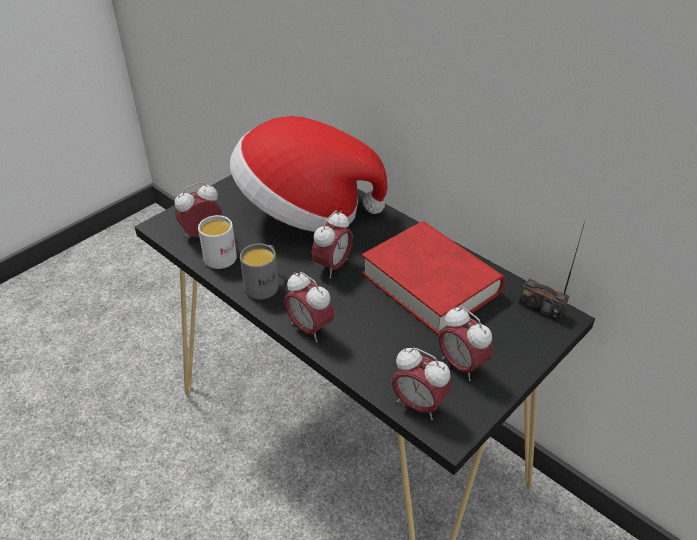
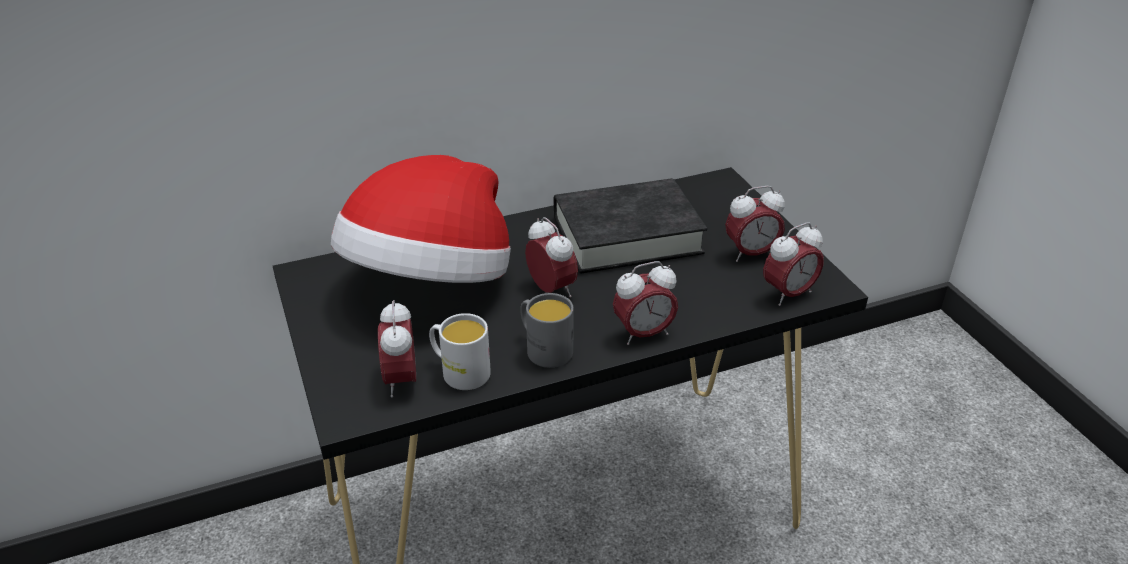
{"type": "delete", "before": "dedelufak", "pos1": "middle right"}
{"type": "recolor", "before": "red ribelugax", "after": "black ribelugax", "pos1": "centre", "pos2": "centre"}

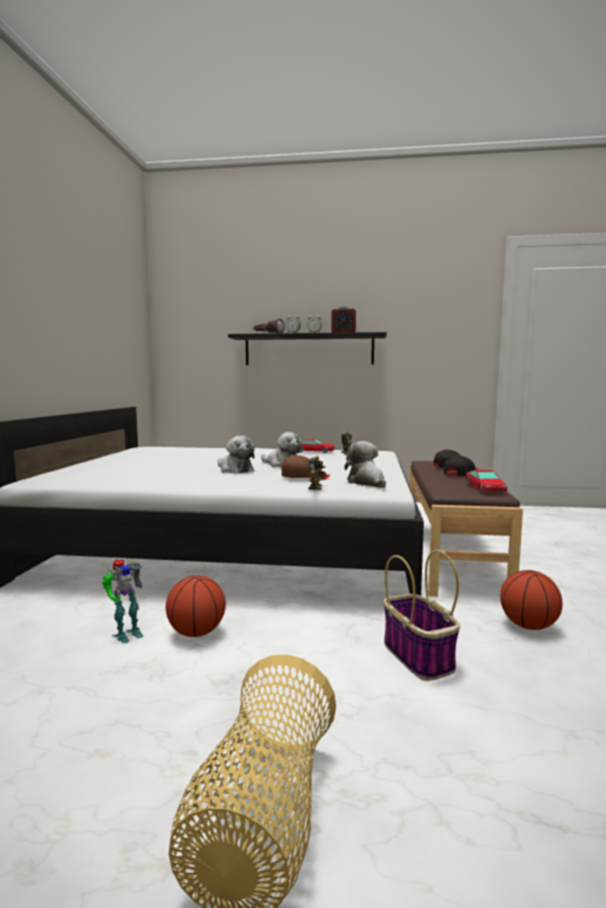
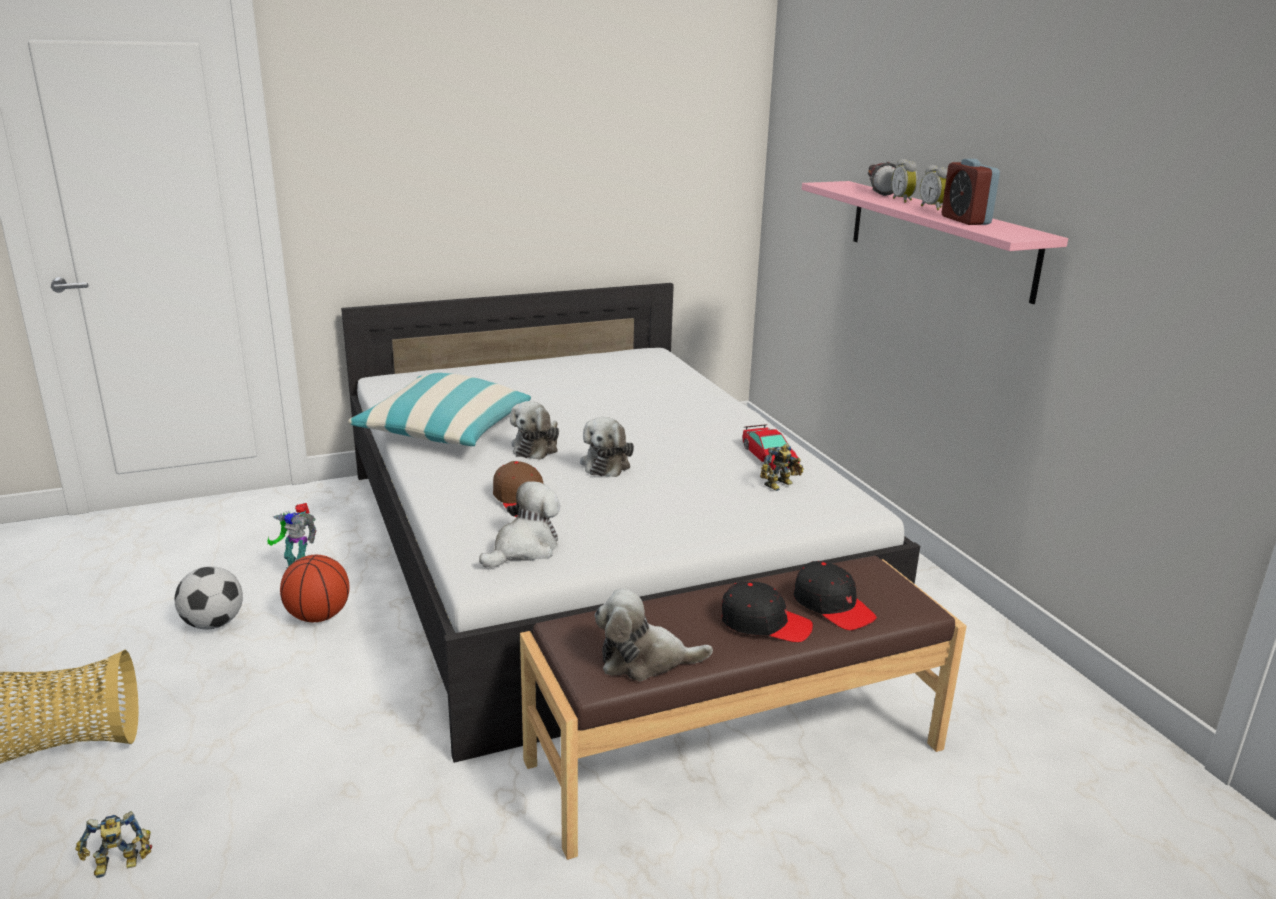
{"type": "delete", "before": "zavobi (2nd from left)", "pos1": "bottom right"}
{"type": "delete", "before": "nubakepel (2nd from left)", "pos1": "middle right"}
{"type": "insert", "after": "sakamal", "pos2": "middle left"}
{"type": "insert", "after": "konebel", "pos2": "centre"}
{"type": "move", "before": "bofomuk (2nd from left in the first image)", "after": "bofomuk (1st from left)", "pos1": "centre", "pos2": "bottom left"}
{"type": "replace", "before": "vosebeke (2nd from left)", "after": "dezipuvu (4th from left)", "pos1": "middle right", "pos2": "bottom centre"}
{"type": "recolor", "before": "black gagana", "after": "pink gagana", "pos1": "centre", "pos2": "top right"}

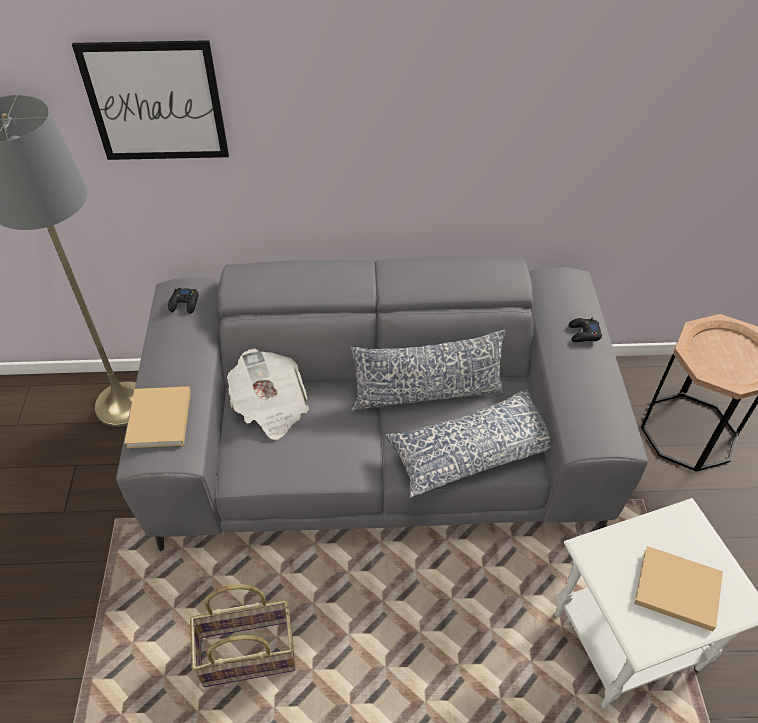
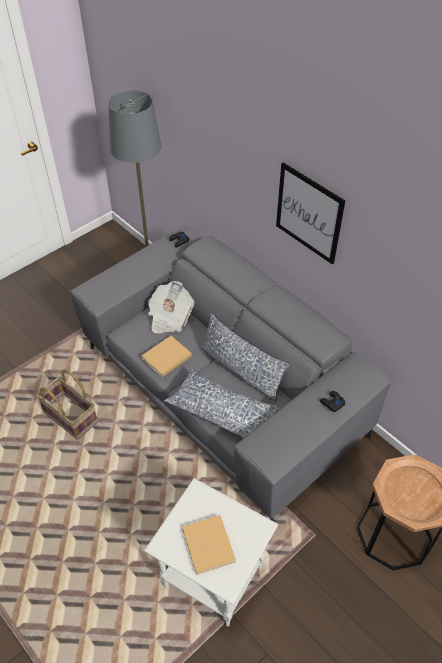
{"type": "move", "before": "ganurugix", "pos1": "top left", "pos2": "top right"}
{"type": "move", "before": "beige ribelugax (1st from left)", "pos1": "middle left", "pos2": "centre"}

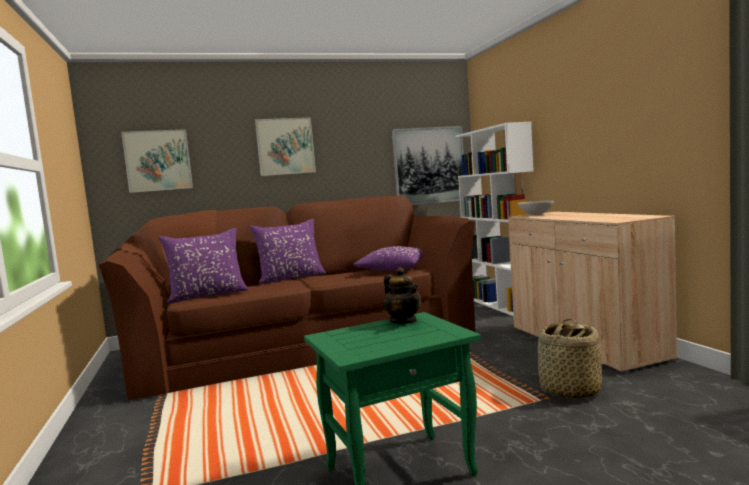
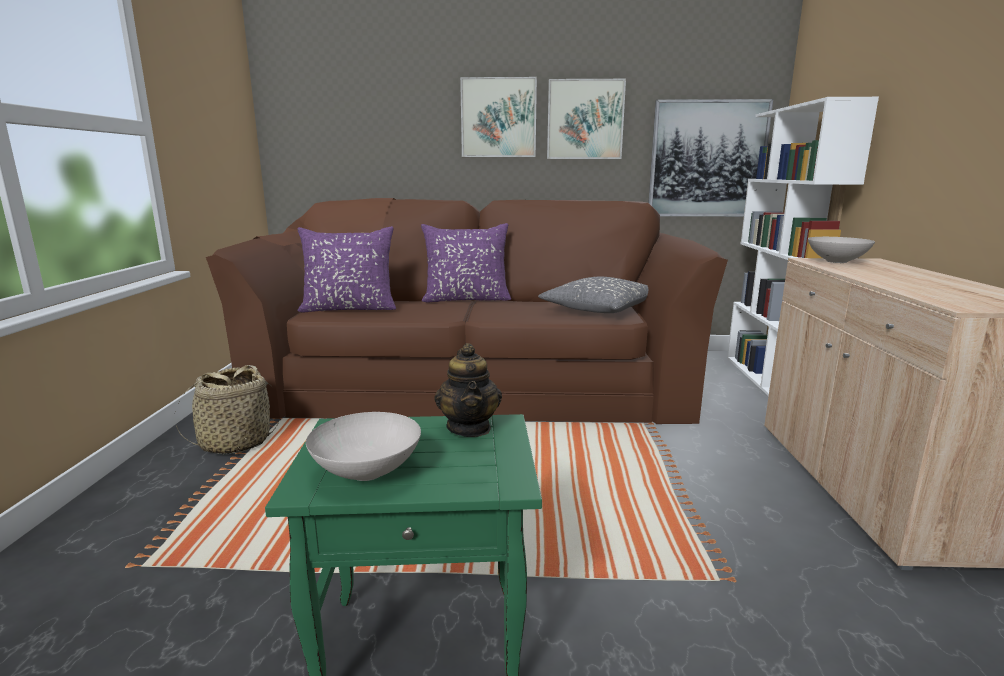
{"type": "insert", "after": "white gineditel (1st from left)", "pos2": "centre"}
{"type": "move", "before": "ganurugix (1st from left in the first image)", "after": "ganurugix (2nd from left)", "pos1": "top left", "pos2": "top centre"}
{"type": "move", "before": "zavobi", "pos1": "bottom right", "pos2": "middle left"}
{"type": "recolor", "before": "purple konebel (3rd from left)", "after": "grey konebel", "pos1": "centre", "pos2": "centre"}

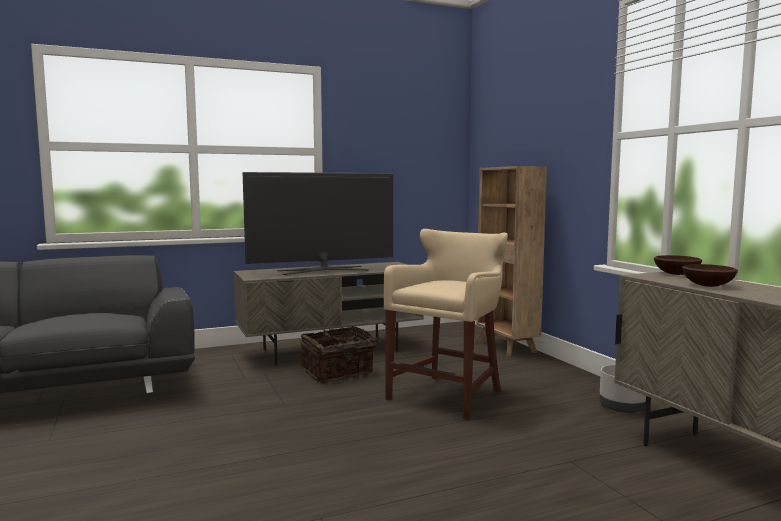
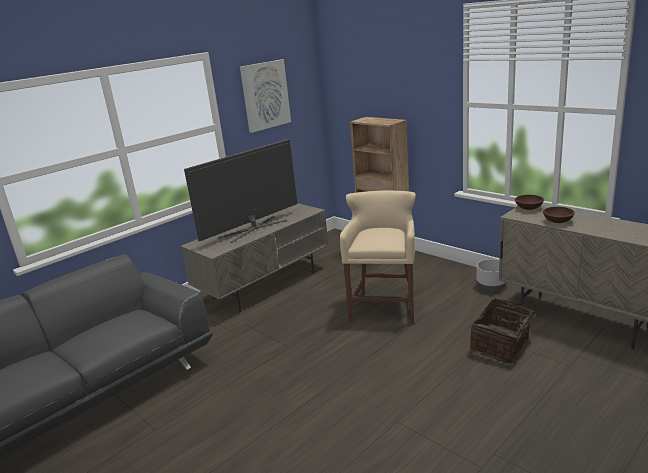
{"type": "insert", "after": "ganurugix", "pos2": "top centre"}
{"type": "move", "before": "zavobi", "pos1": "bottom centre", "pos2": "bottom right"}

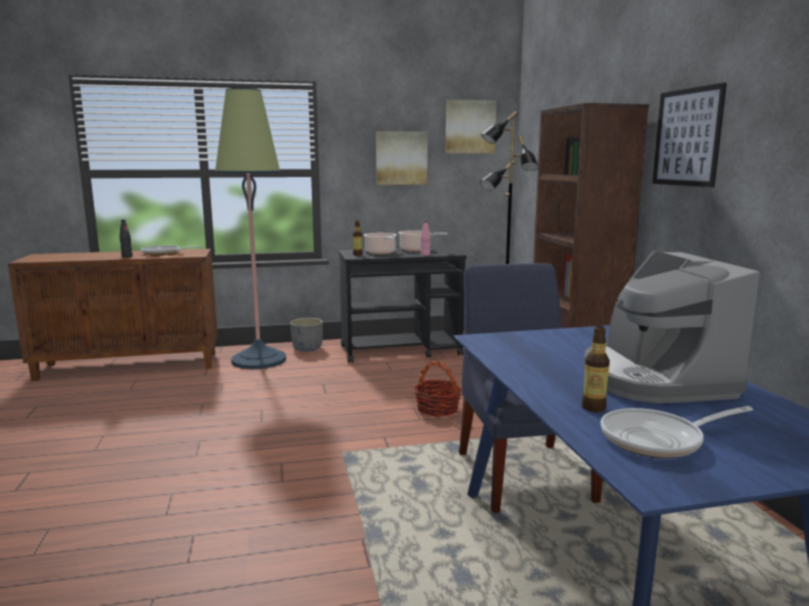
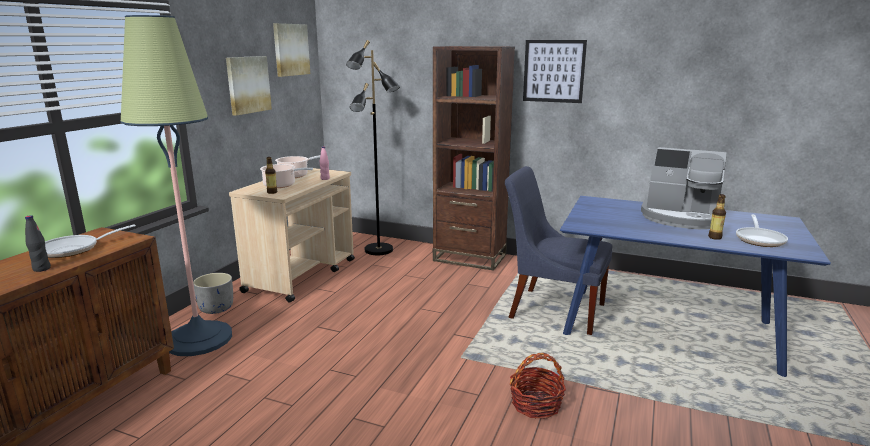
{"type": "move", "before": "zavobi", "pos1": "centre", "pos2": "bottom centre"}
{"type": "recolor", "before": "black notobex", "after": "beige notobex", "pos1": "centre", "pos2": "centre"}

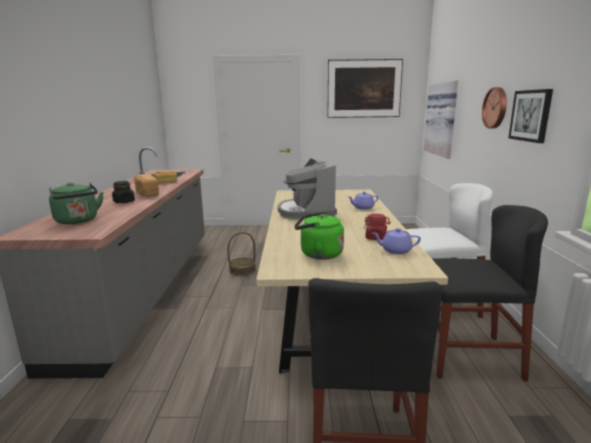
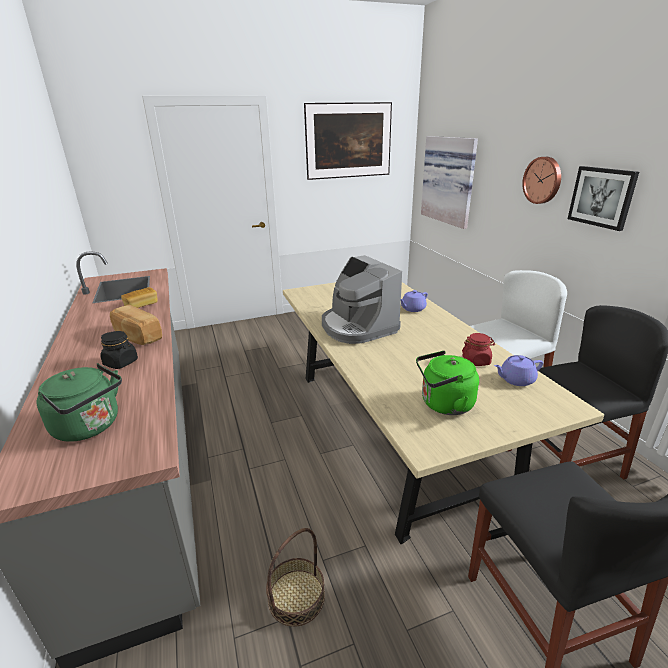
{"type": "move", "before": "zavobi", "pos1": "centre", "pos2": "bottom centre"}

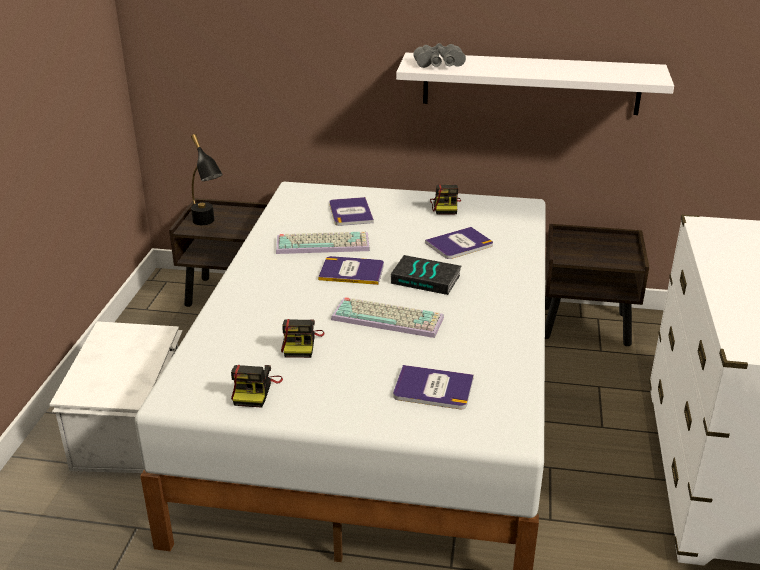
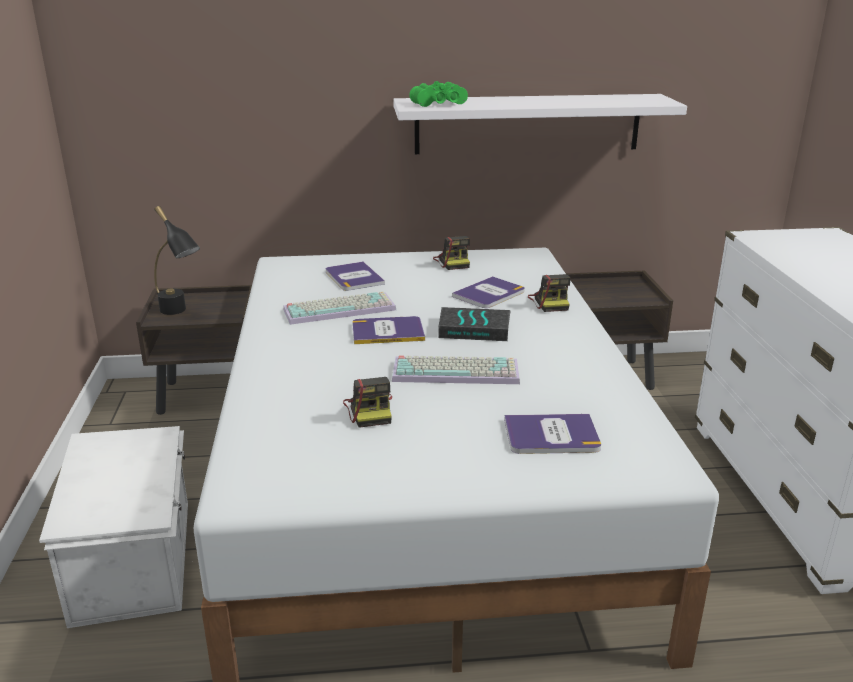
{"type": "move", "before": "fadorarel (1st from left in the first image)", "after": "fadorarel (3rd from left)", "pos1": "bottom centre", "pos2": "centre"}
{"type": "recolor", "before": "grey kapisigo", "after": "green kapisigo", "pos1": "top centre", "pos2": "top centre"}

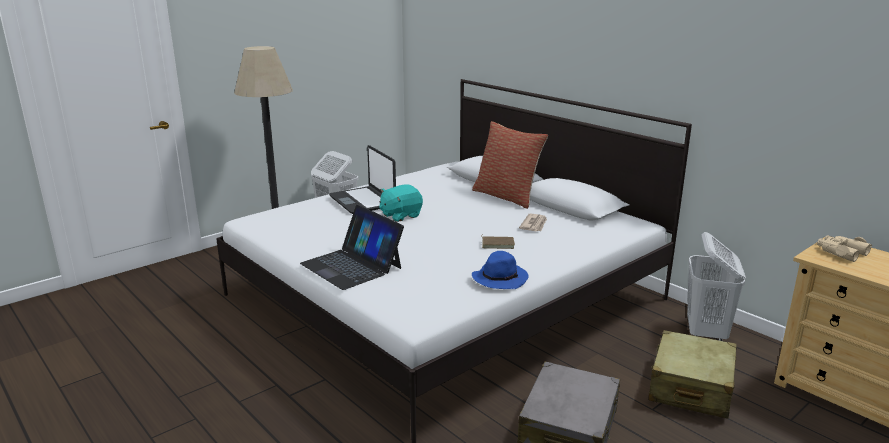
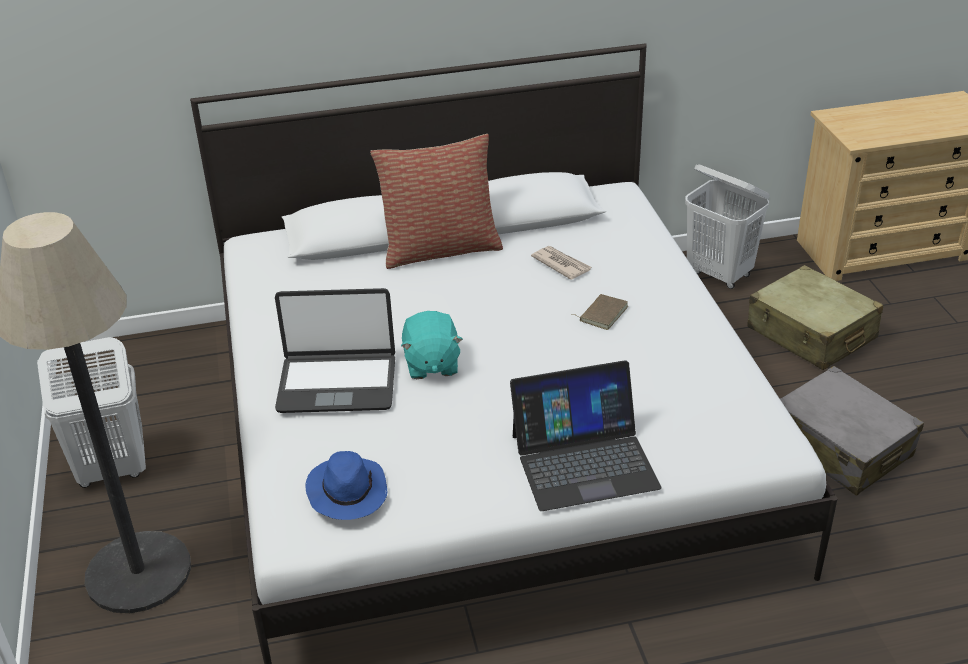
{"type": "delete", "before": "beige kapisigo", "pos1": "middle right"}
{"type": "move", "before": "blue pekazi", "pos1": "centre", "pos2": "bottom centre"}

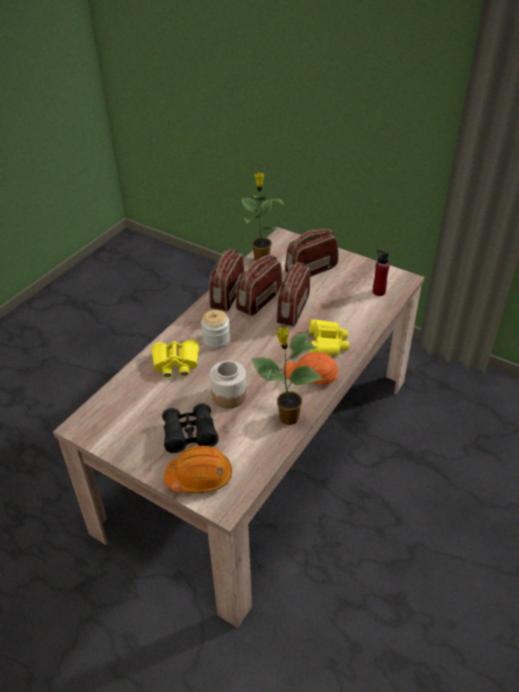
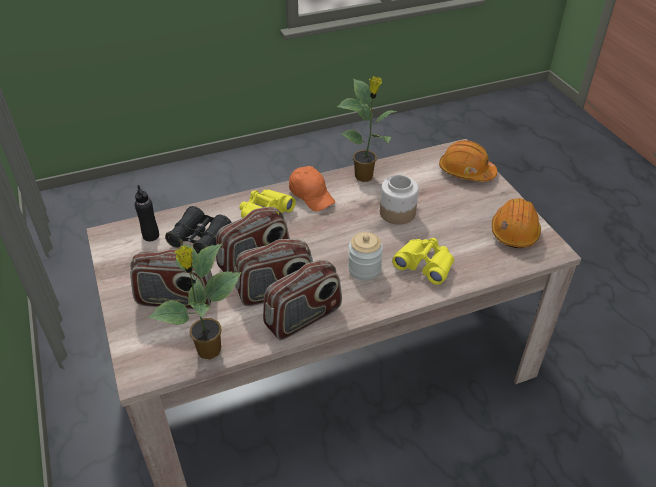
{"type": "insert", "after": "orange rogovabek (2nd from left)", "pos2": "middle right"}
{"type": "move", "before": "black kapisigo", "pos1": "centre", "pos2": "middle left"}
{"type": "recolor", "before": "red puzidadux", "after": "black puzidadux", "pos1": "middle right", "pos2": "middle left"}

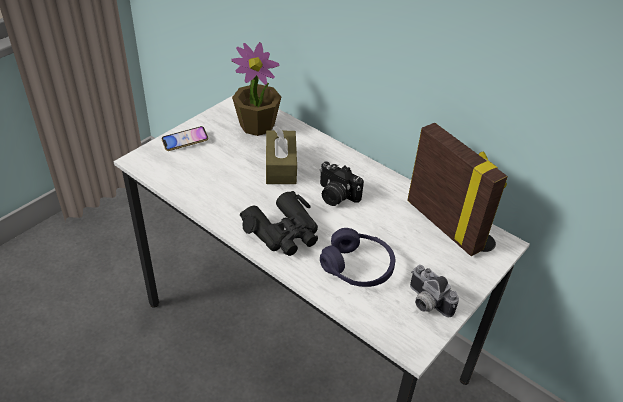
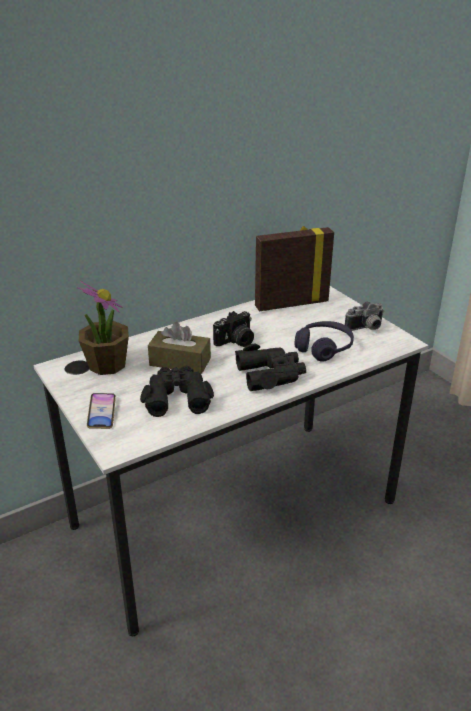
{"type": "insert", "after": "black kapisigo (1st from left)", "pos2": "centre"}

